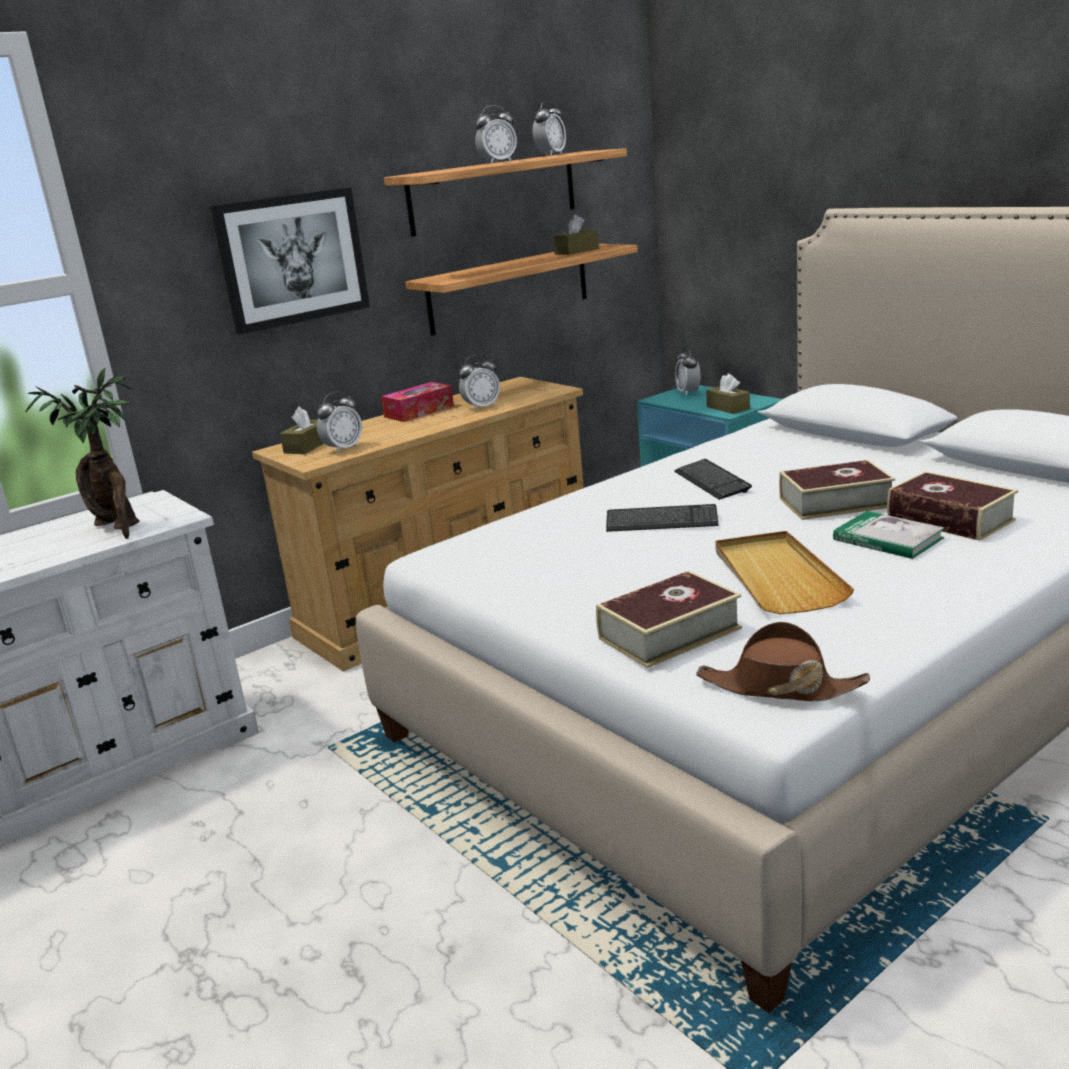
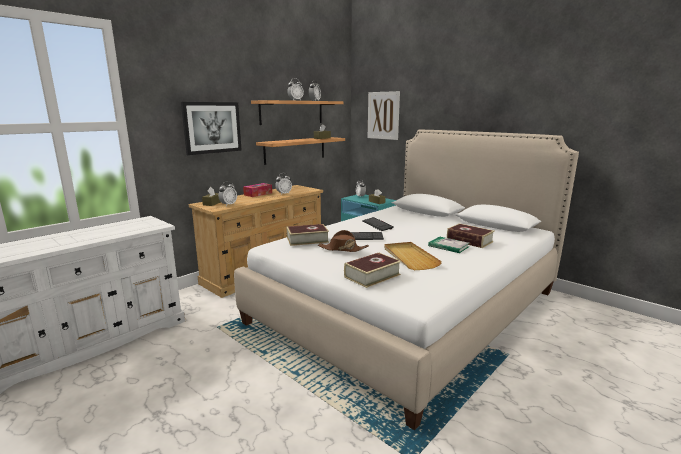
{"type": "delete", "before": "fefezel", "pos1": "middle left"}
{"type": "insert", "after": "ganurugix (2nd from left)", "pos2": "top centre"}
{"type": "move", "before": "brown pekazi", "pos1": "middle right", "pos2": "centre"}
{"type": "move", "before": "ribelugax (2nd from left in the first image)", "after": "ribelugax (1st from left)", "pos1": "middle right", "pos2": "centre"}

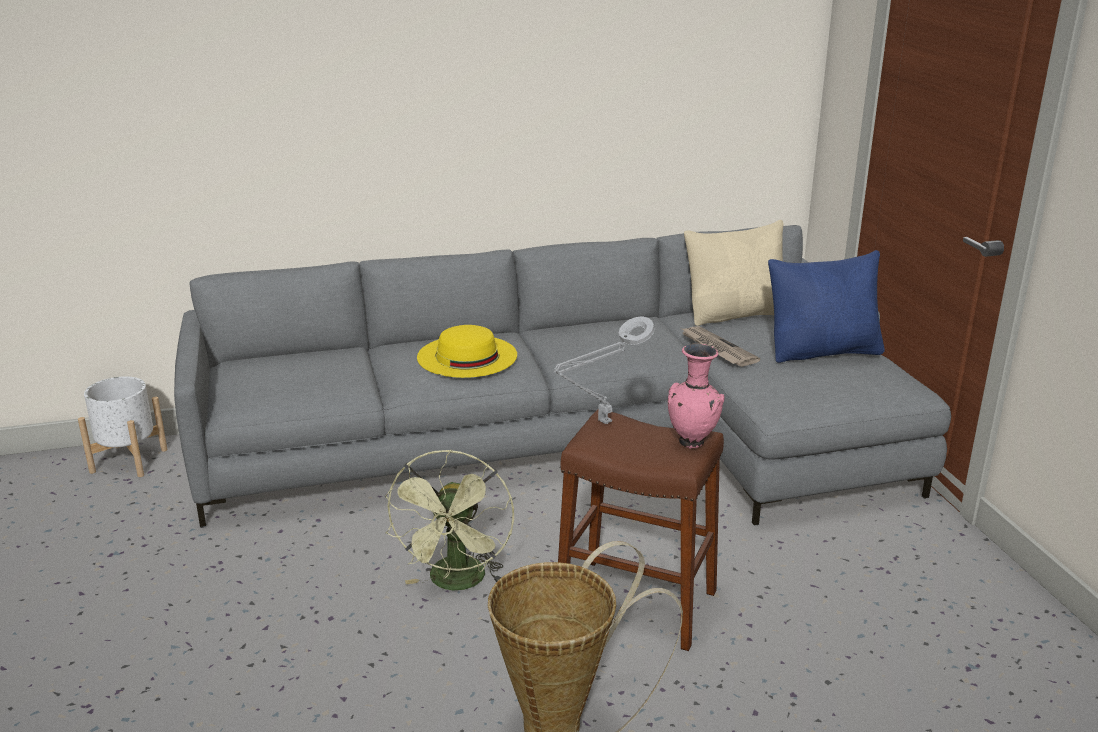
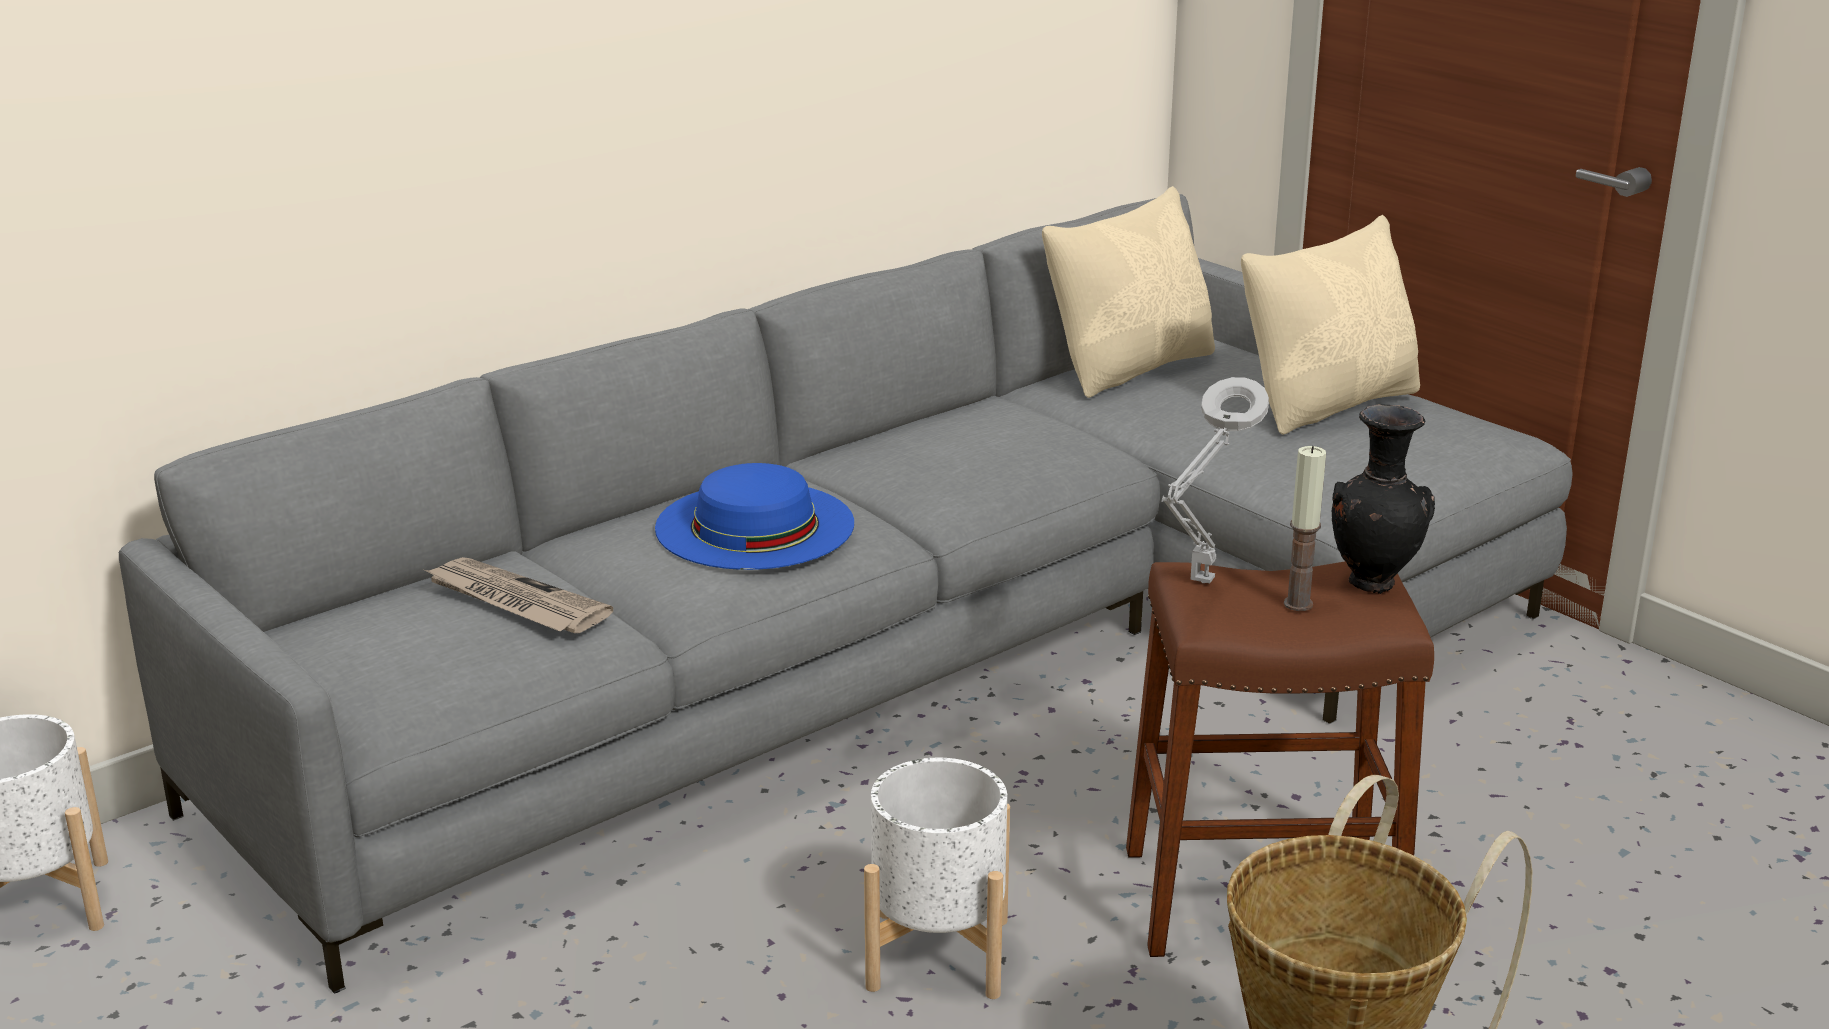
{"type": "insert", "after": "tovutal", "pos2": "middle right"}
{"type": "move", "before": "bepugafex", "pos1": "centre", "pos2": "middle left"}
{"type": "replace", "before": "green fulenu", "after": "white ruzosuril (2nd from left)", "pos1": "bottom centre", "pos2": "bottom centre"}
{"type": "recolor", "before": "yellow pekazi", "after": "blue pekazi", "pos1": "centre", "pos2": "centre"}
{"type": "recolor", "before": "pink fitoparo", "after": "black fitoparo", "pos1": "centre", "pos2": "middle right"}
{"type": "recolor", "before": "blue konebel", "after": "beige konebel (2nd from left)", "pos1": "middle right", "pos2": "top right"}

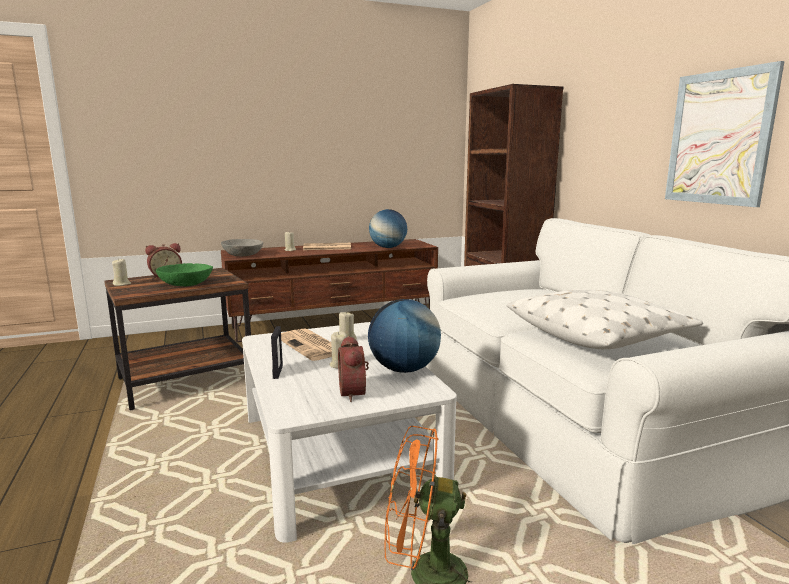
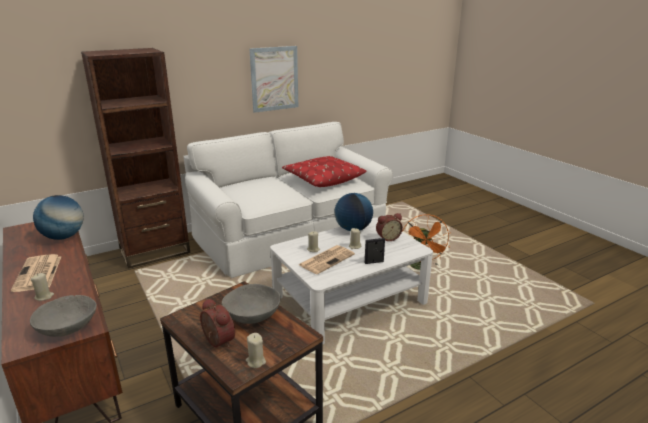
{"type": "recolor", "before": "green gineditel", "after": "grey gineditel (2nd from left)", "pos1": "middle left", "pos2": "bottom centre"}
{"type": "recolor", "before": "white konebel", "after": "red konebel", "pos1": "middle right", "pos2": "centre"}

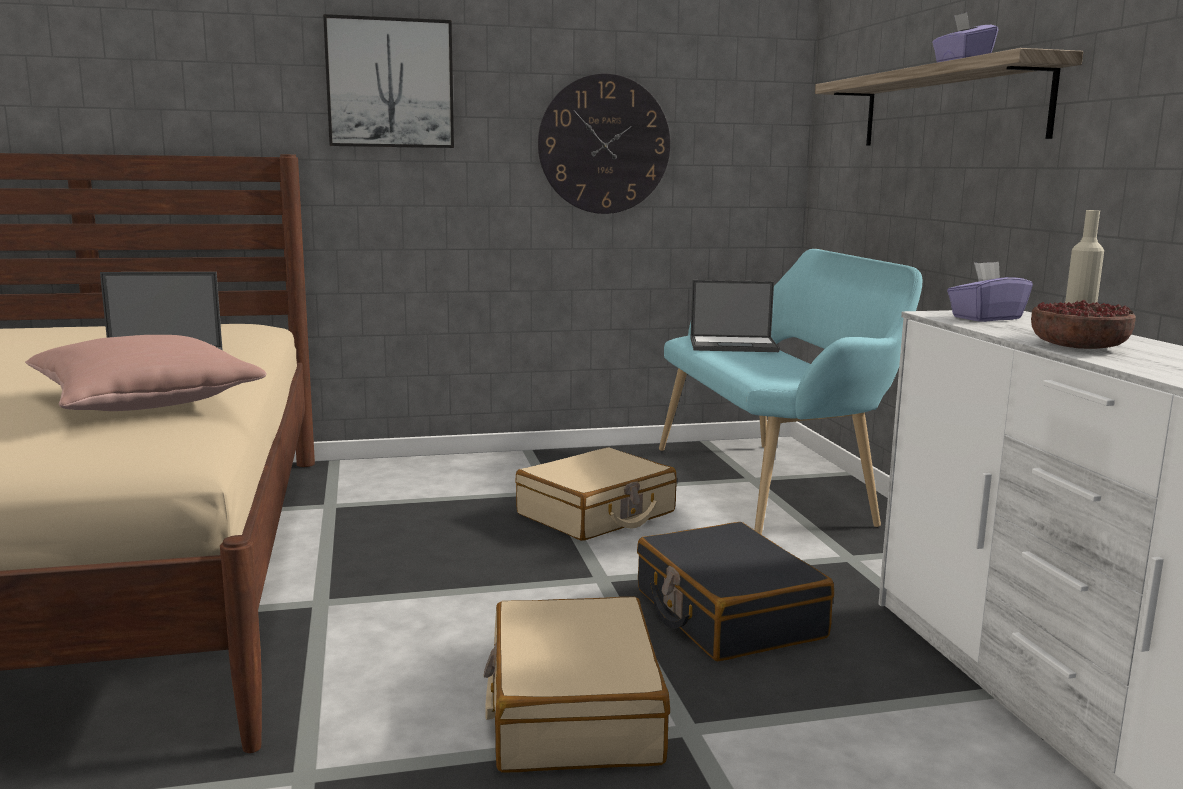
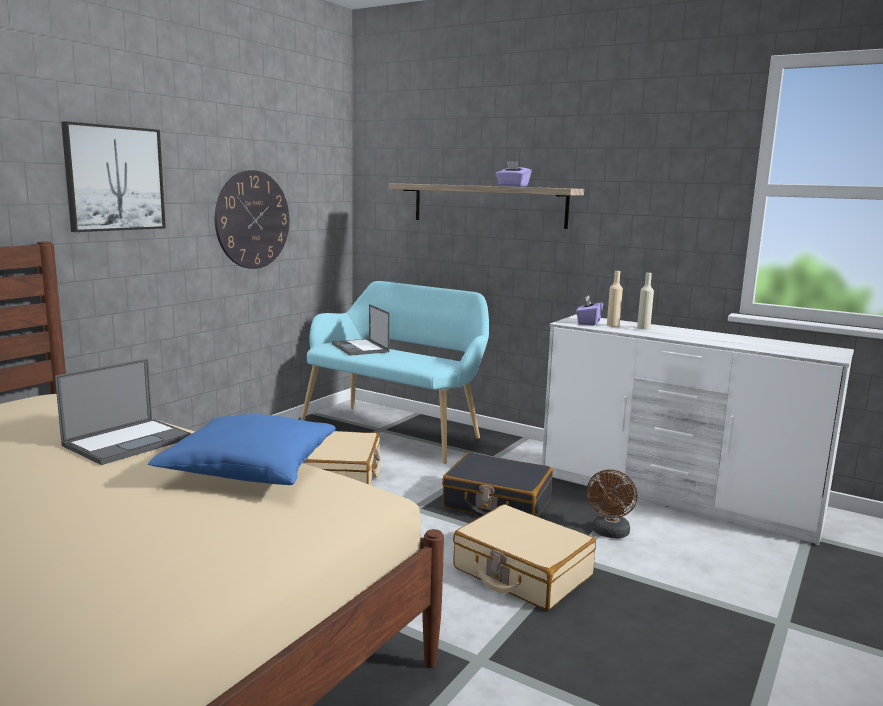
{"type": "delete", "before": "gineditel", "pos1": "middle right"}
{"type": "insert", "after": "brown fulenu", "pos2": "bottom right"}
{"type": "insert", "after": "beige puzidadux (1st from left)", "pos2": "middle right"}
{"type": "recolor", "before": "pink konebel", "after": "blue konebel", "pos1": "middle left", "pos2": "middle left"}
{"type": "rotate", "before": "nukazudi (2nd from left)", "pos1": "centre", "pos2": "centre", "turn": 105}

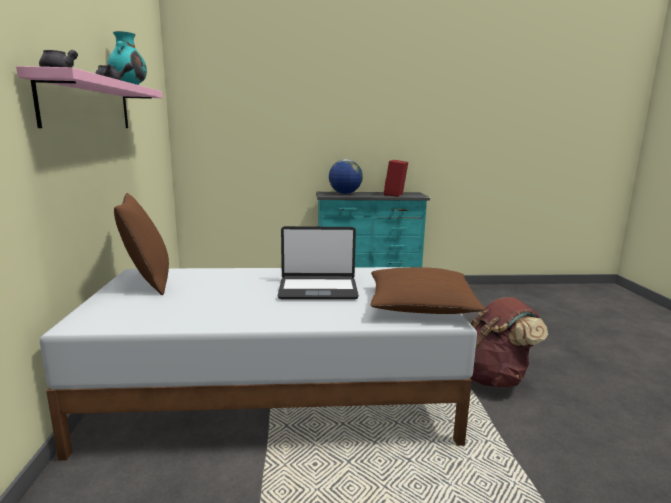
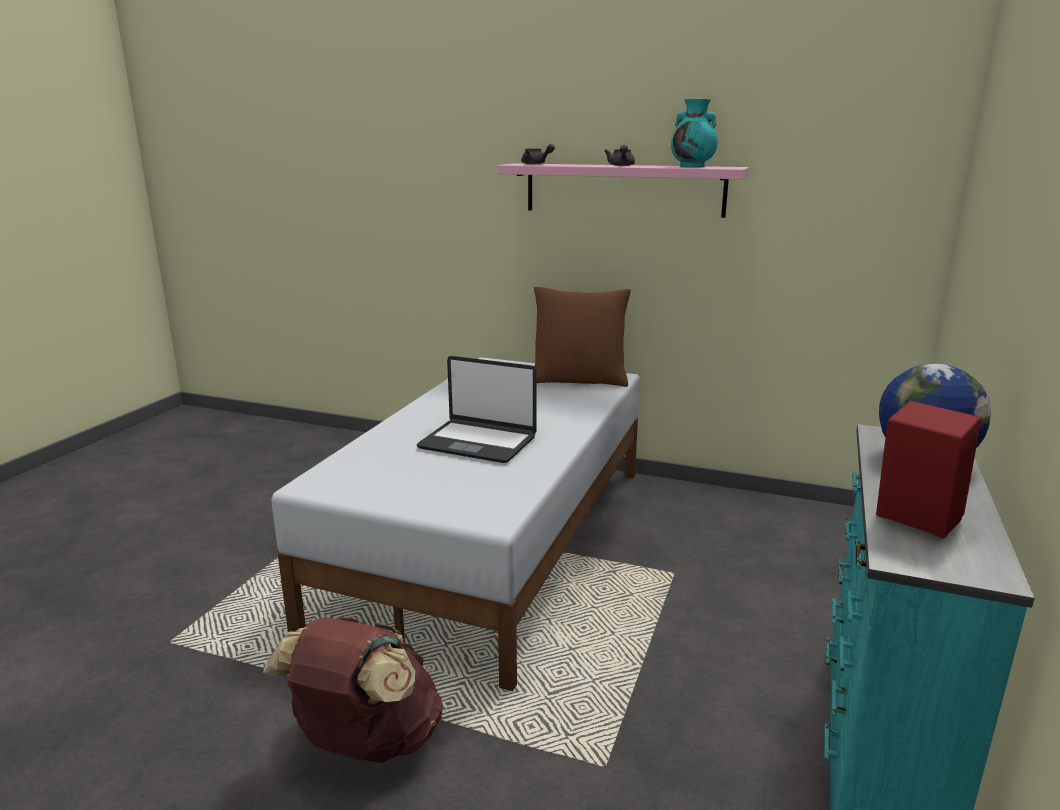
{"type": "delete", "before": "brown konebel (2nd from left)", "pos1": "centre"}
{"type": "rotate", "before": "nukazudi", "pos1": "centre", "pos2": "centre", "turn": -90}

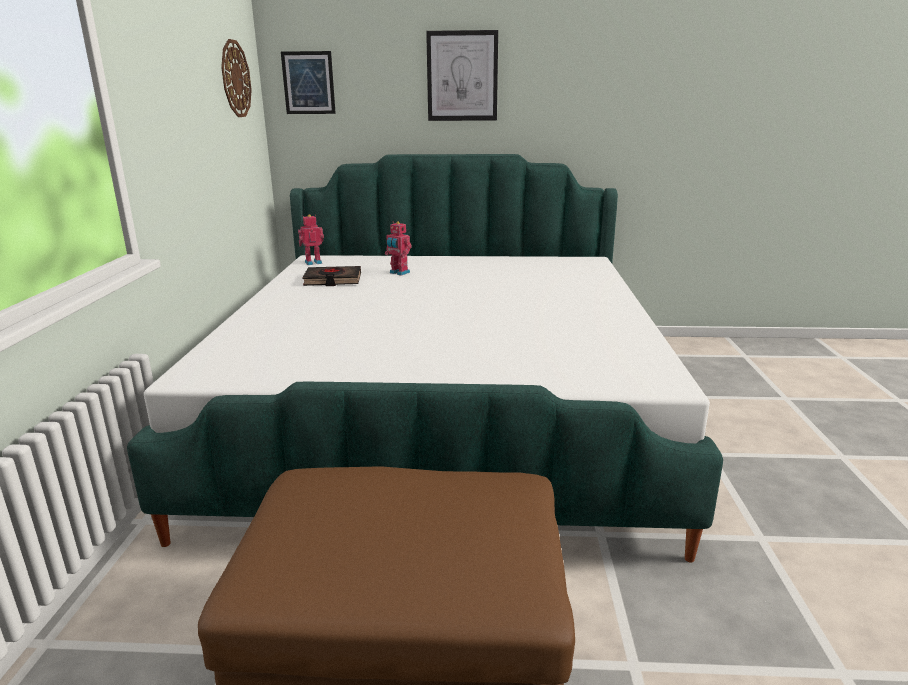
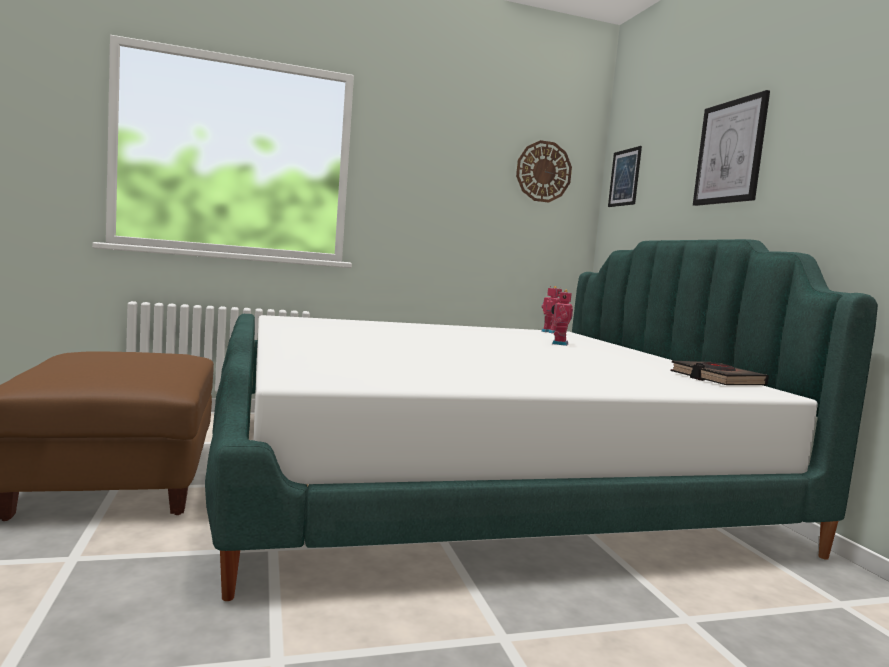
{"type": "move", "before": "black ribelugax", "pos1": "centre", "pos2": "middle right"}

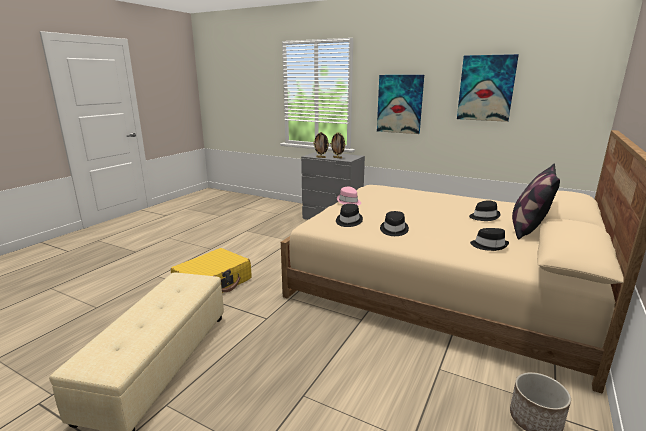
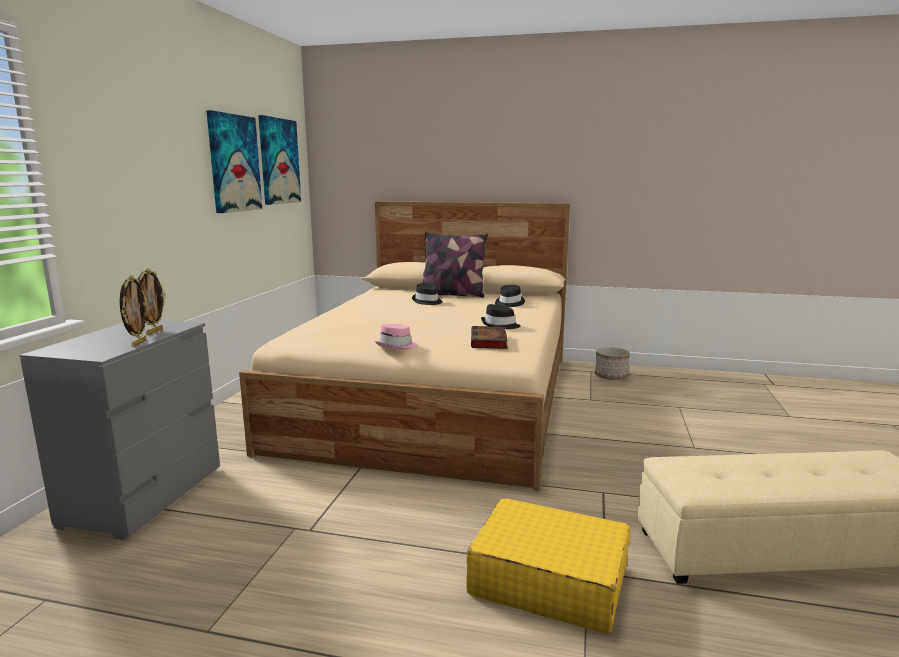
{"type": "move", "before": "ganurugix (1st from left in the first image)", "after": "ganurugix (2nd from left)", "pos1": "top centre", "pos2": "top left"}
{"type": "replace", "before": "black pekazi (1st from left)", "after": "ribelugax", "pos1": "centre", "pos2": "centre"}

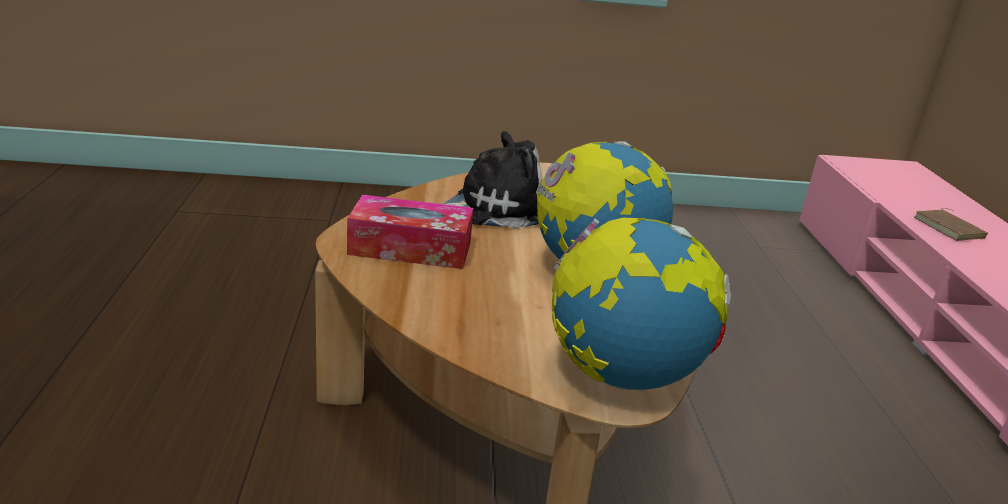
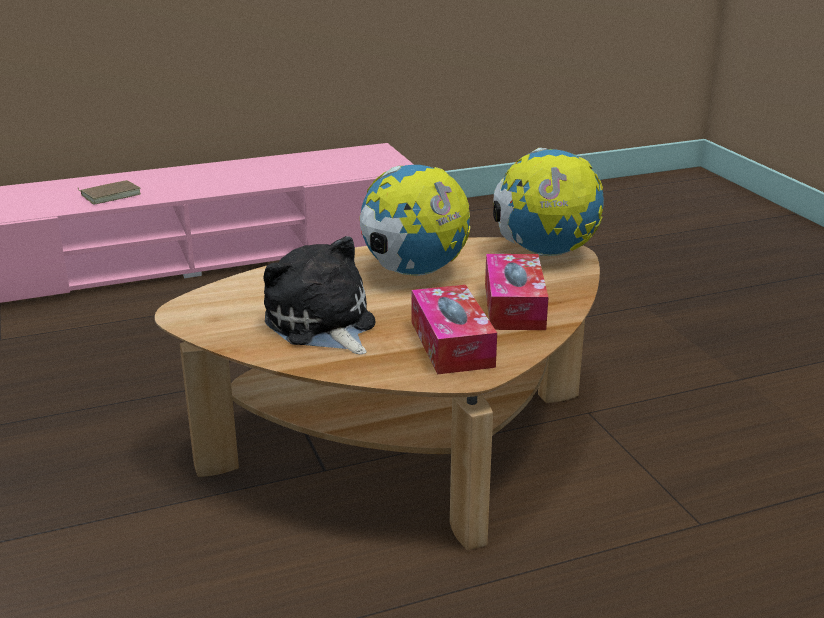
{"type": "insert", "after": "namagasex (2nd from left)", "pos2": "centre"}

